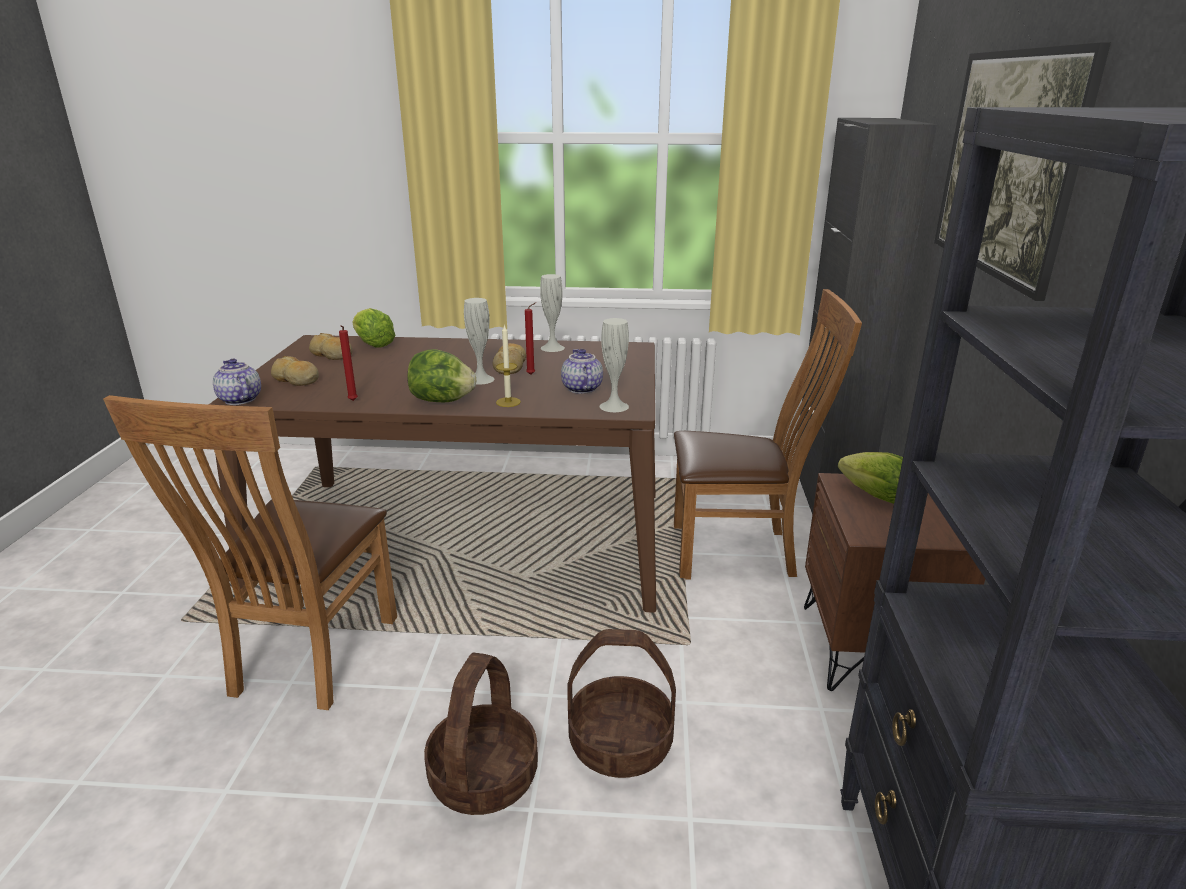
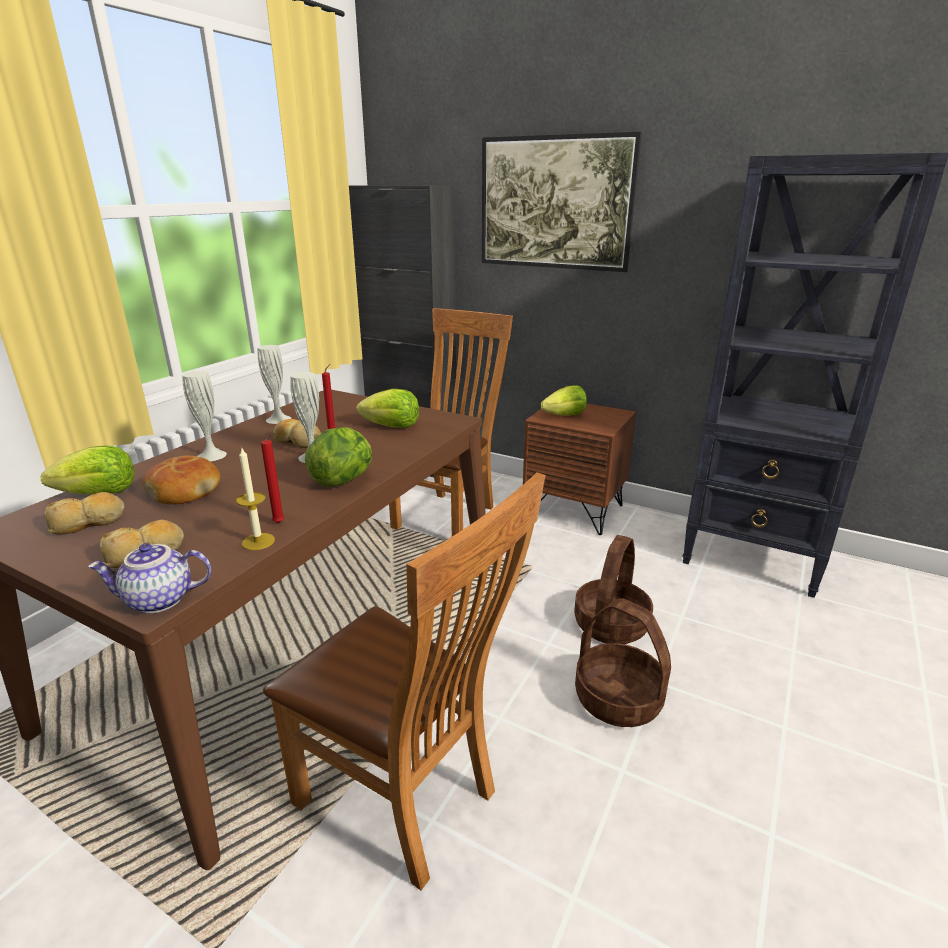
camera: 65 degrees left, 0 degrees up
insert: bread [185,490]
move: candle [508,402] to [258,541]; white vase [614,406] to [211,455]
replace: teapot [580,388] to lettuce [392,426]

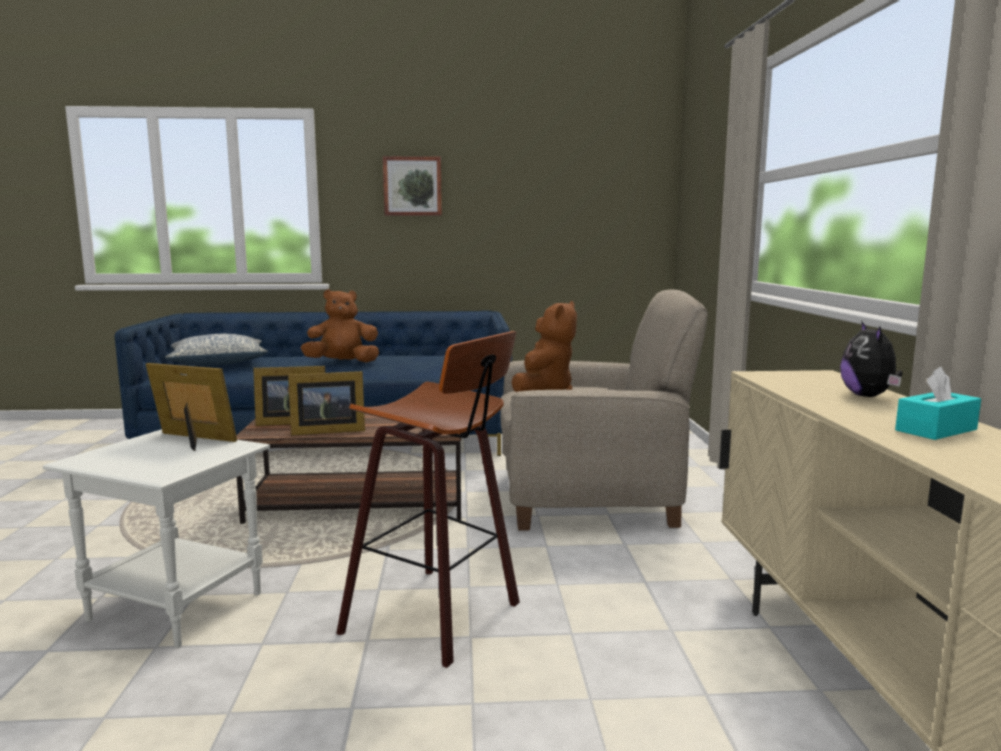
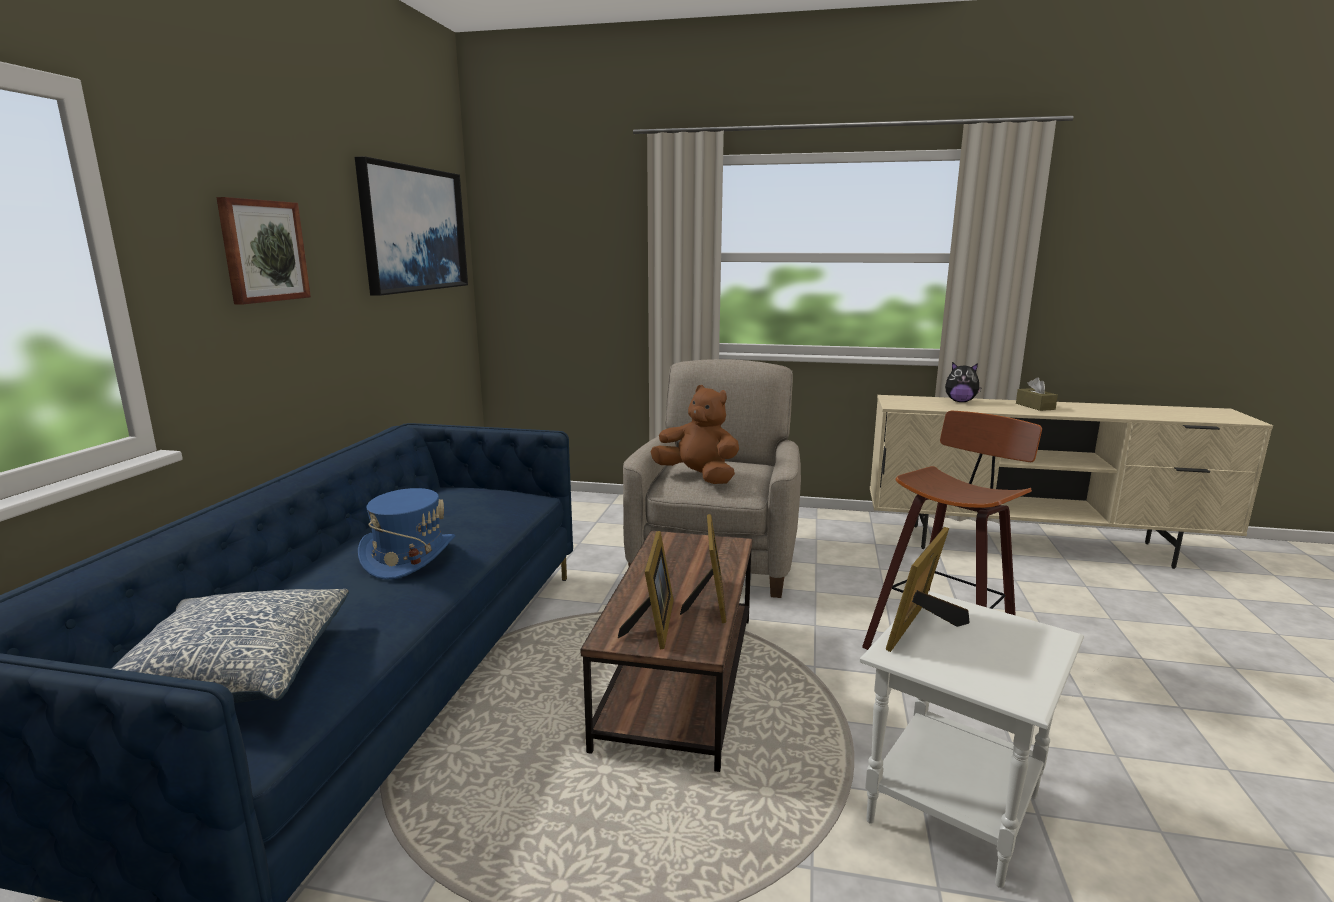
camera: 75 degrees left, 5 degrees up
insert: picture [414,229]
replace: brown plush toy [342,363] to blue hat [409,556]
recolor: turquoise tissue box [936,430] to brown tissue box [1035,406]

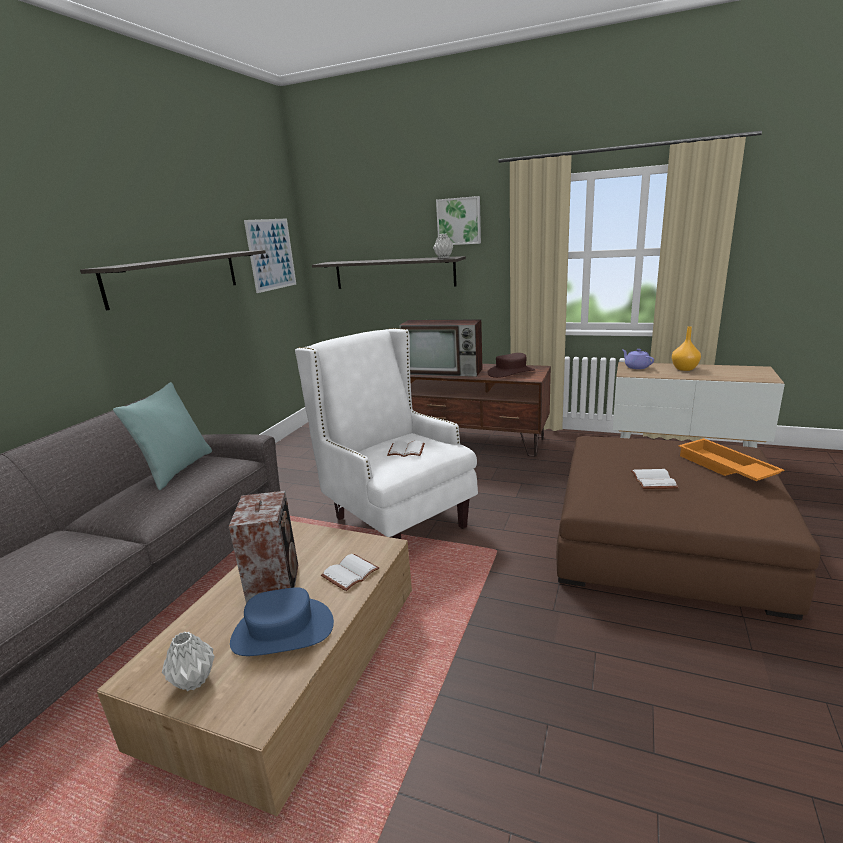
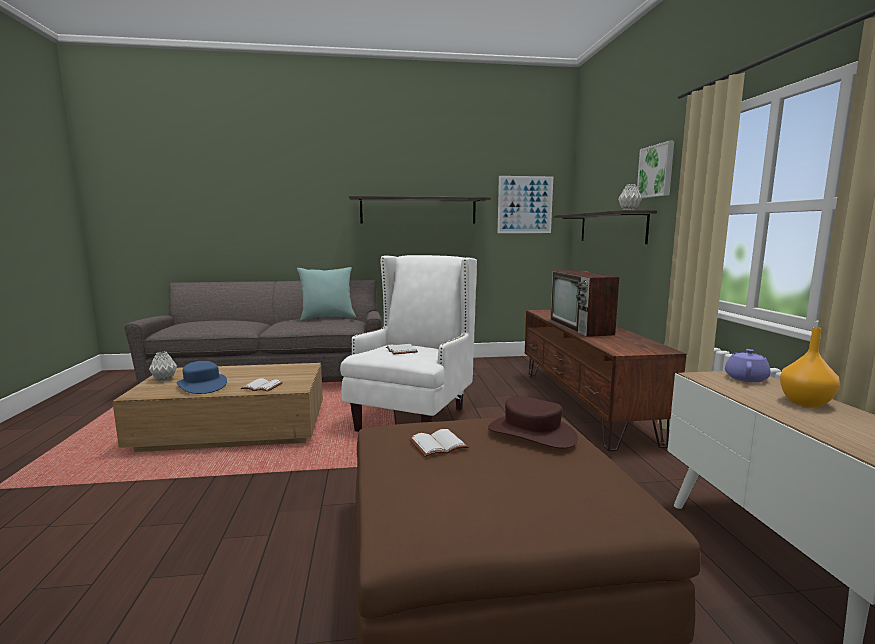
camera: 60 degrees right, 10 degrees down
delete: speaker [275,583]; orange tray [724,467]
move: brown hat [511,372] to [532,433]

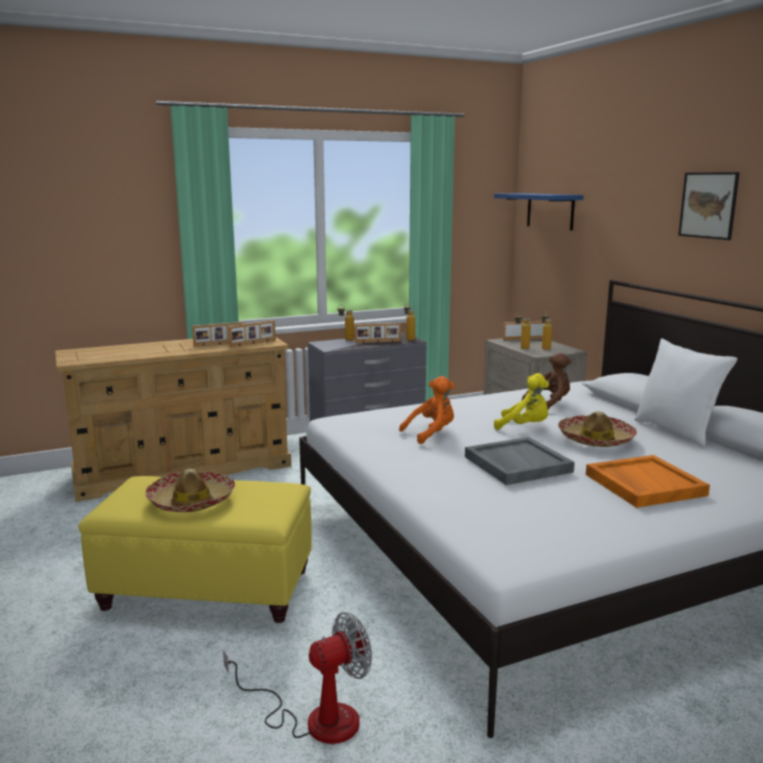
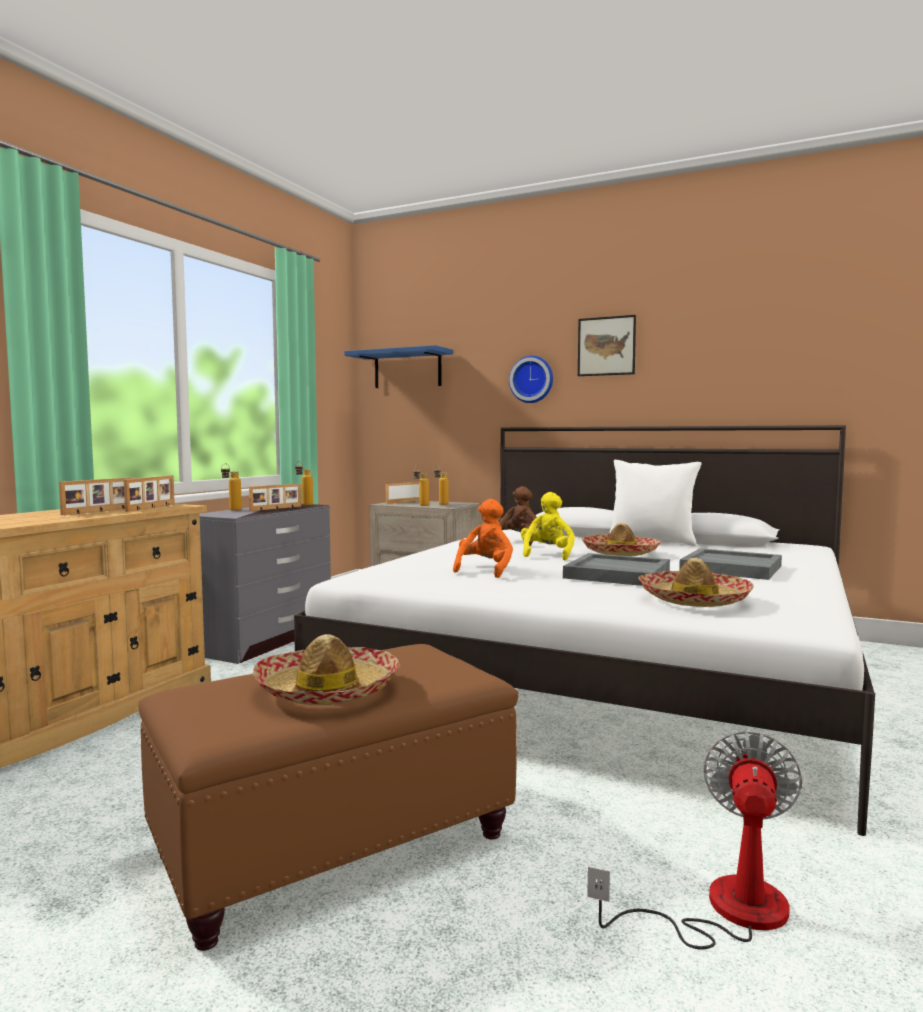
camera: 40 degrees left, 10 degrees down
insert: wall clock [532,379]; hat [693,600]
recolor: yellow ottoman [205,589] to brown ottoman [332,845]; orange tray [643,484] to grey tray [730,568]
rotate: yellow plush toy [524,427] = [547,555] 60 degrees counterclockwise

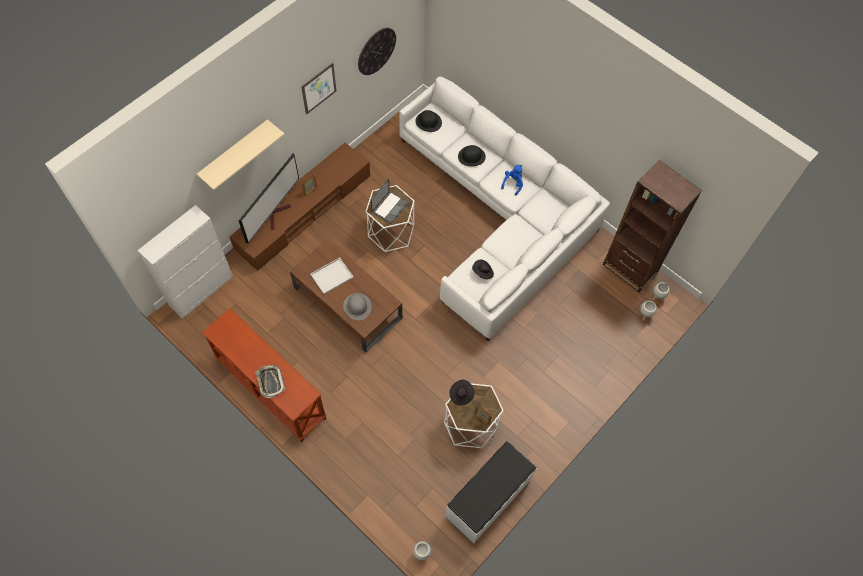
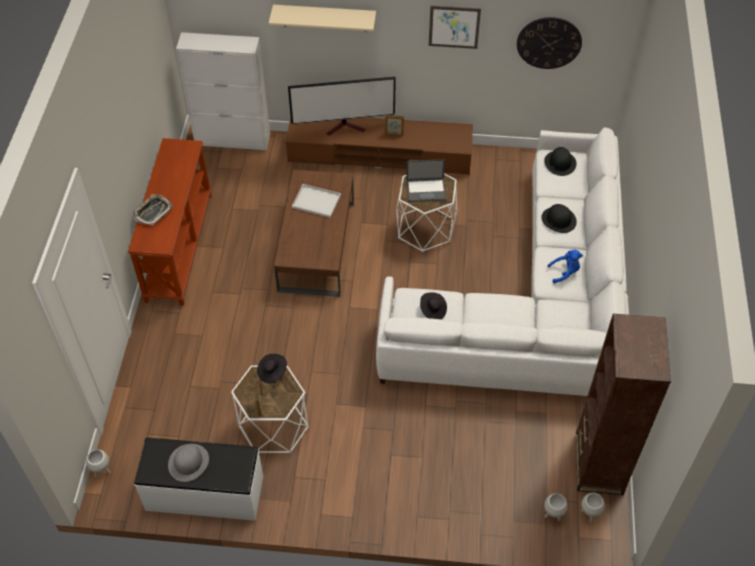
camera: 55 degrees right, 10 degrees down
move: grey hat [357,306] to [188,462]

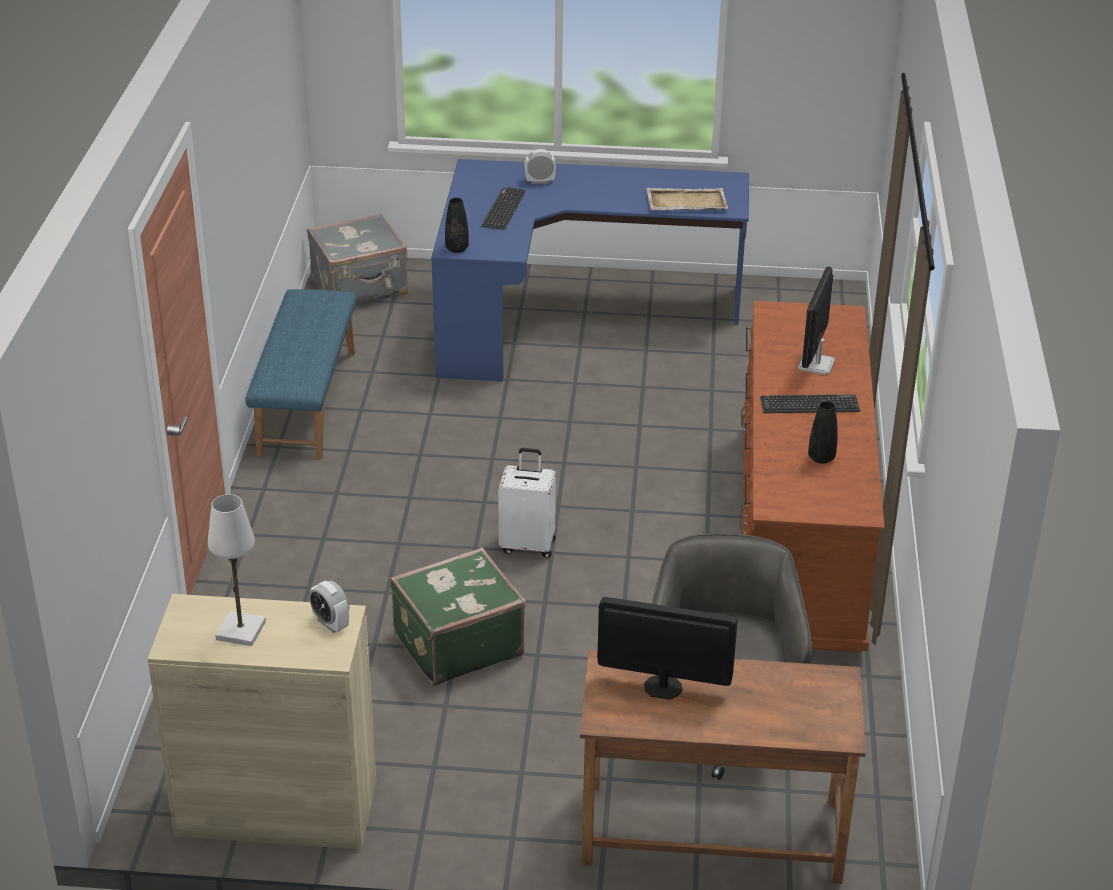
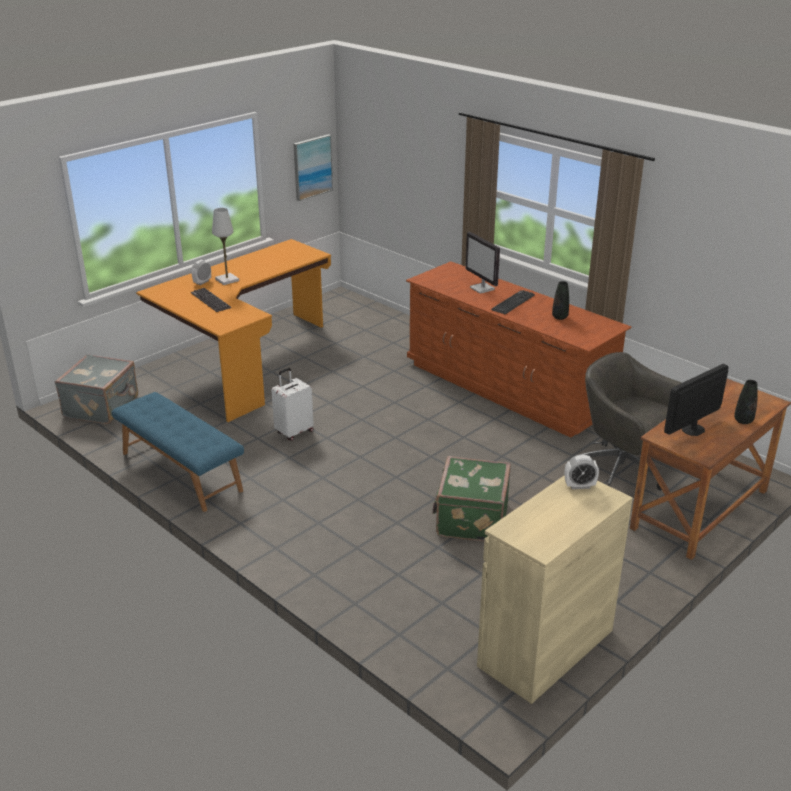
camera: 50 degrees left, 5 degrees down
delete: beige tray [686,202]
insert: picture [312,167]
move: white table lamp [241,630] to [227,280]; black vase [457,249] to [743,421]; white suitcase [528,545] to [294,432]
recolor: blue desk [571,317] to orange desk [242,362]

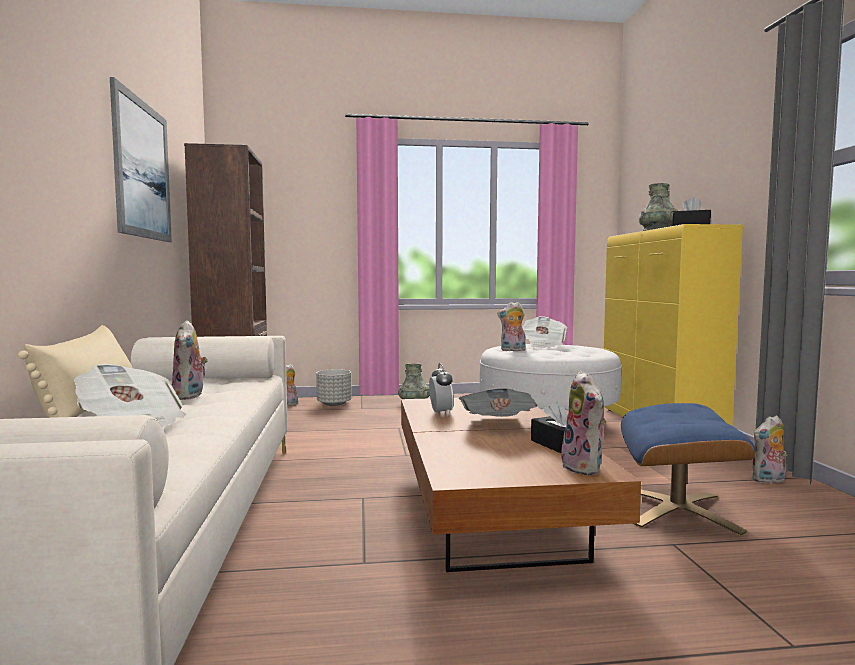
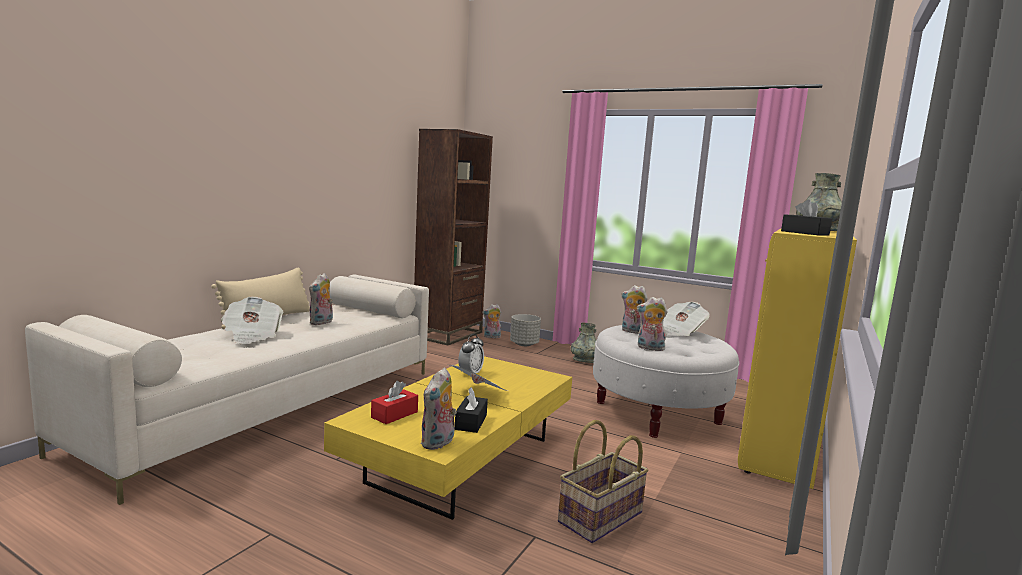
camera: 35 degrees right, 5 degrees up
delete: picture [142,170]
insert: red tissue box [394,414]
move: plush toy [769,480] to [649,348]
replace: blue ottoman [678,510] to basket [601,518]
recolor: brown coffee table [488,511] to yellow coffee table [461,459]

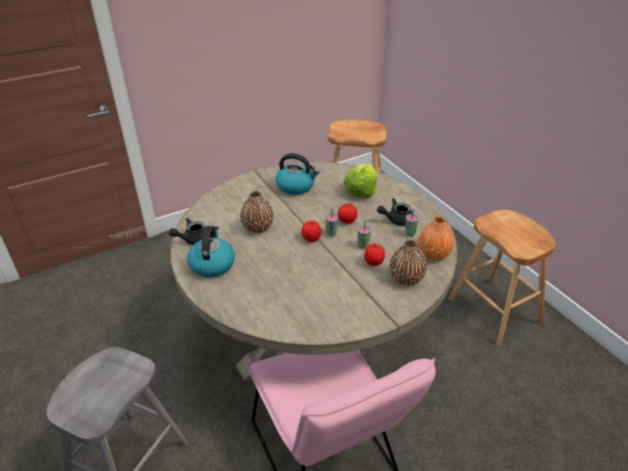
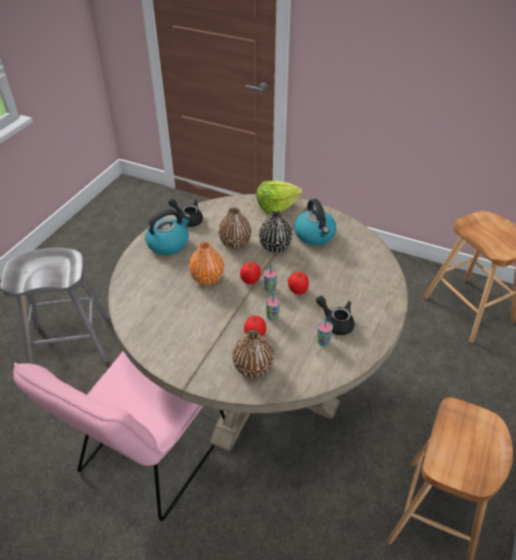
camera: 55 degrees right, 5 degrees up
insert: black vase [275,247]
move: lettuce [361,190] to [276,206]; orange vase [433,254] to [207,278]

